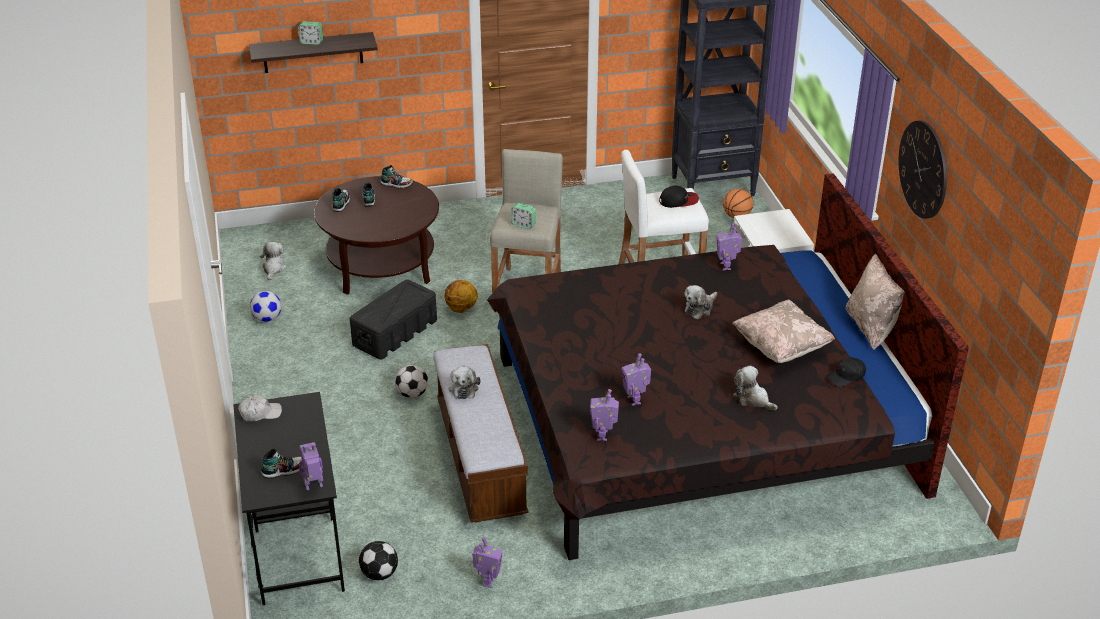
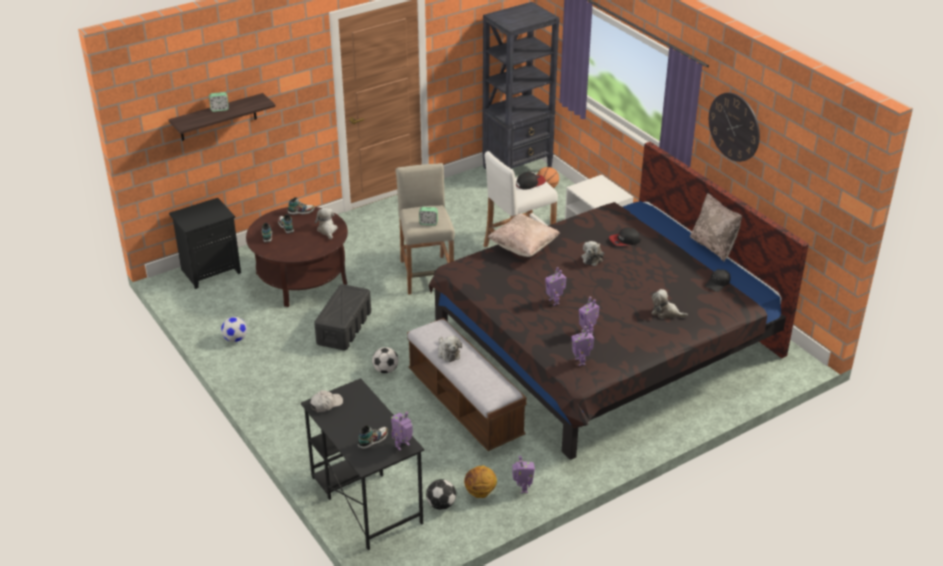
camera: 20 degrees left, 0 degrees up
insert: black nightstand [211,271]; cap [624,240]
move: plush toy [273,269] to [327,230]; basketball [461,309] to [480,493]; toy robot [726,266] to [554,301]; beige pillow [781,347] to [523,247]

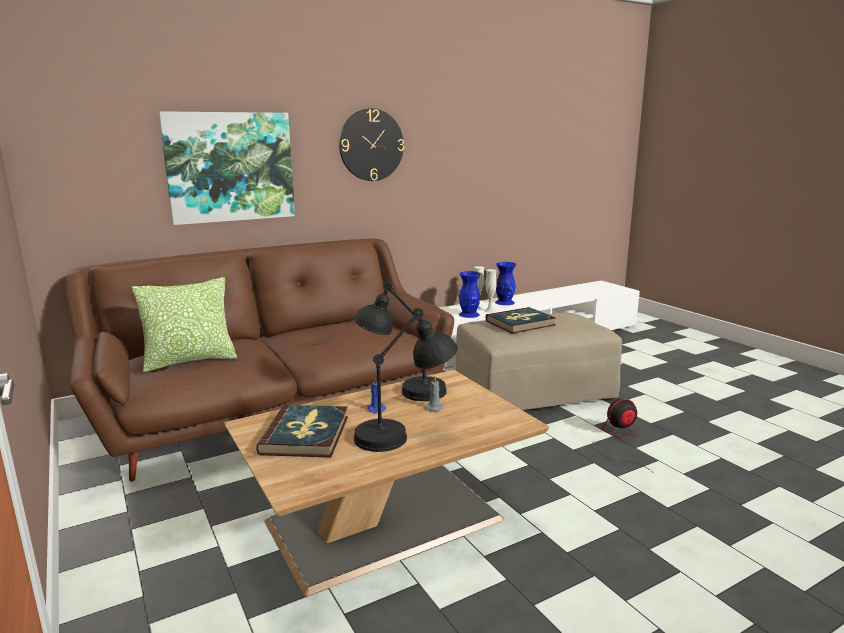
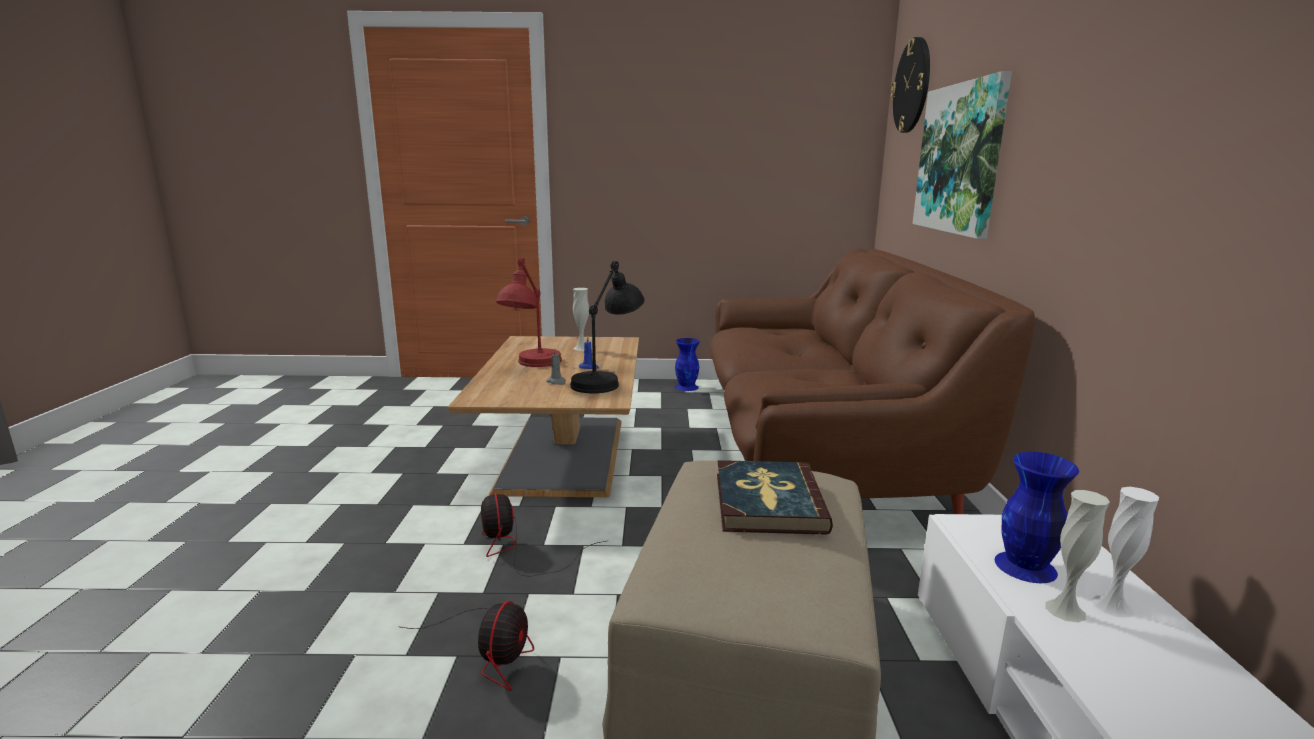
camera: 120 degrees right, 0 degrees up
delete: pillow [190,361]
insert: fan [519,550]
move: wall clock [371,145] to [912,86]; blue vase [504,302] to [687,387]
replace: book [306,435] to white vase [581,348]
recolor: black table lamp [404,434] to red table lamp [532,366]

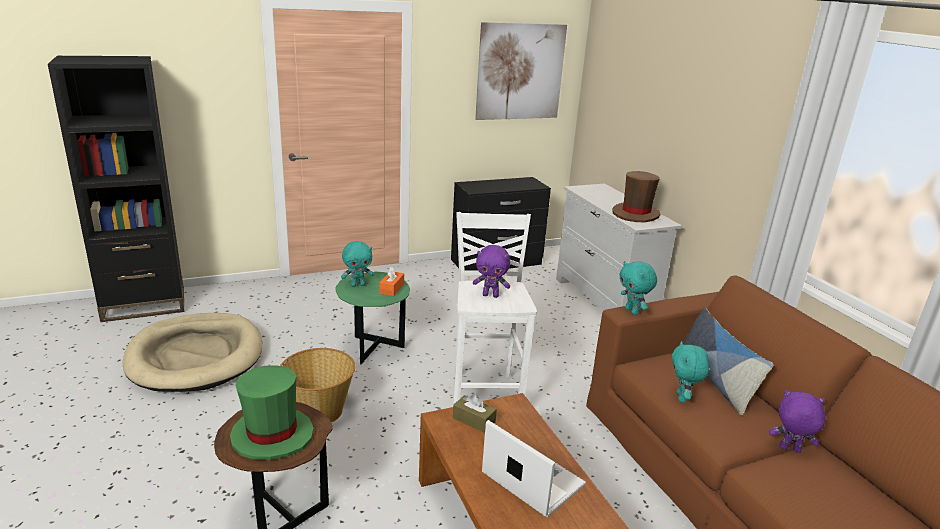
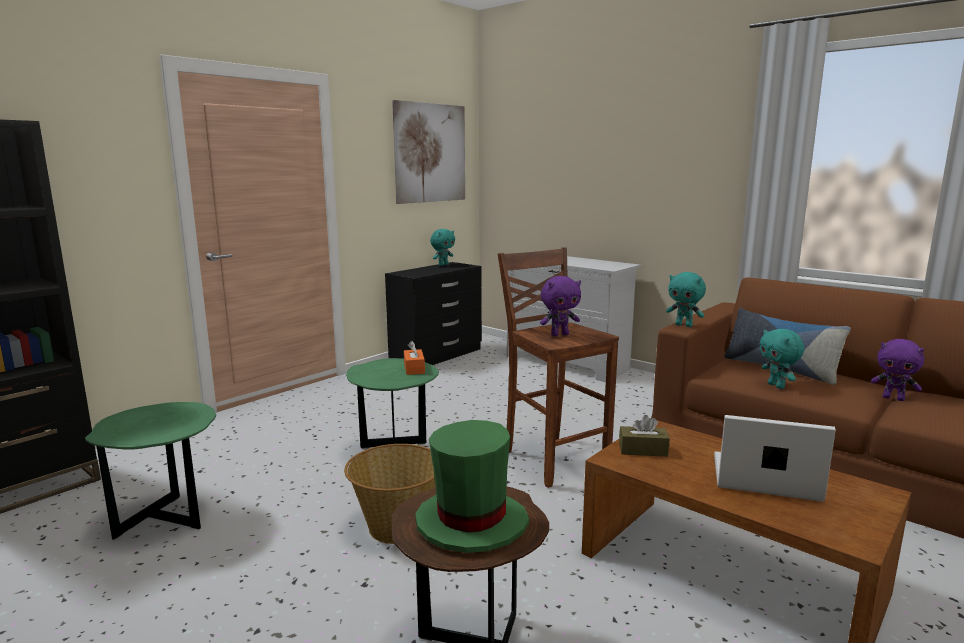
camera: 25 degrees left, 10 degrees down
delete: brown hat [635,214]
move: turquoise plush toy [358,285] to [443,265]
replace: beige dog bed [196,356] to green side table [168,521]
recolor: white stool [485,394] to brown stool [553,459]
rotate: purple plush toy [789,449] = [893,398] 135 degrees counterclockwise

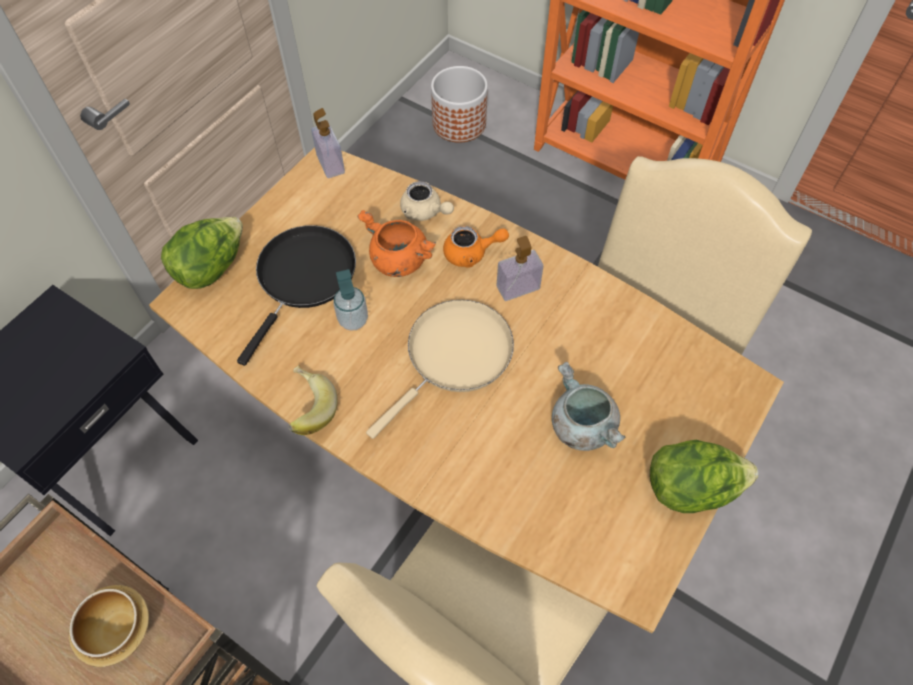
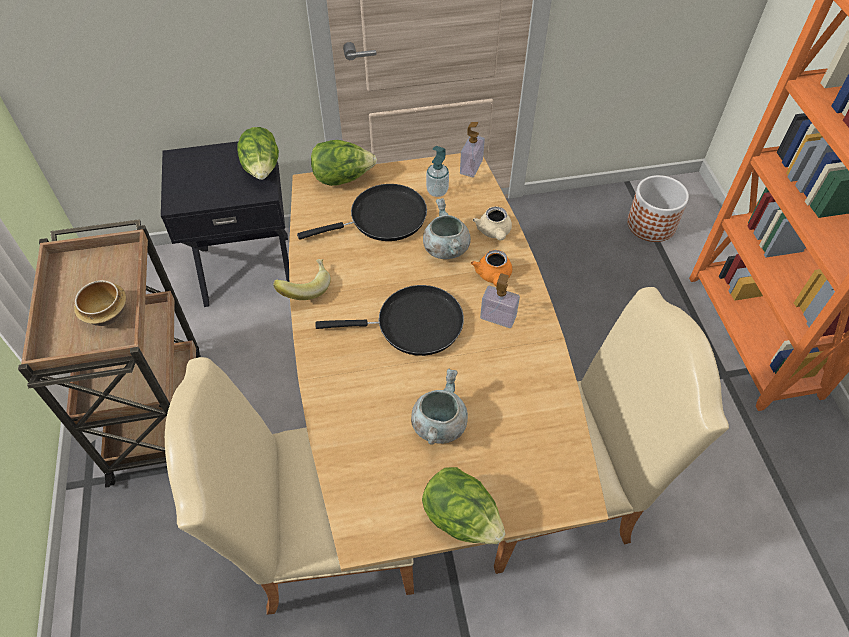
camera: 45 degrees right, 5 degrees down
insert: lettuce [262,169]
move: soap dispenser [353,320] to [437,191]
recolor: orange cooking pot [398,260] to grey cooking pot [445,248]; beige frying pan [454,356] to black frying pan [413,324]
rotate: orange teapot [471,254] = [493,276] 45 degrees clockwise

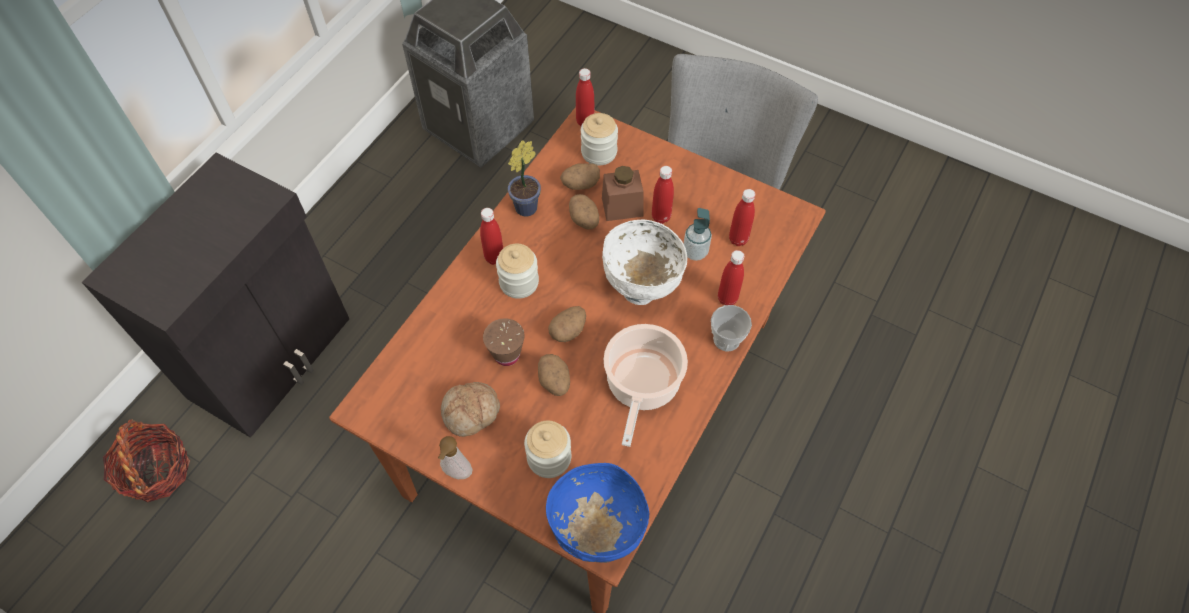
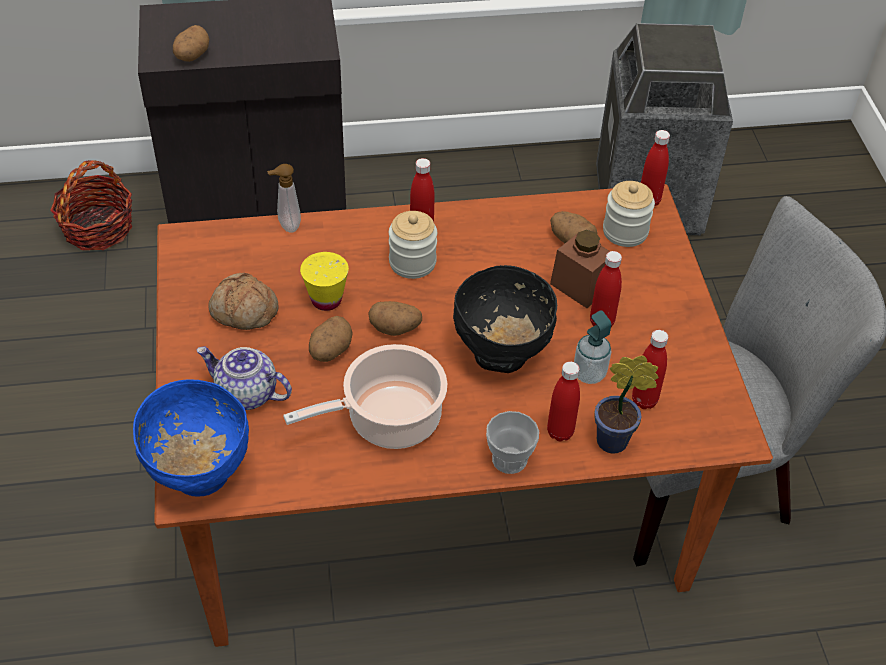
camera: 50 degrees right, 10 degrees down
move: soap dispenser [456,474] to [287,226]; potted plant [528,206] to [616,441]; potato [584,220] to [191,56]
replace: jar [549,458] to teapot [246,394]
recolor: brown cup [507,355] to yellow cup [326,300]; white bowl [641,287] to black bowl [501,355]

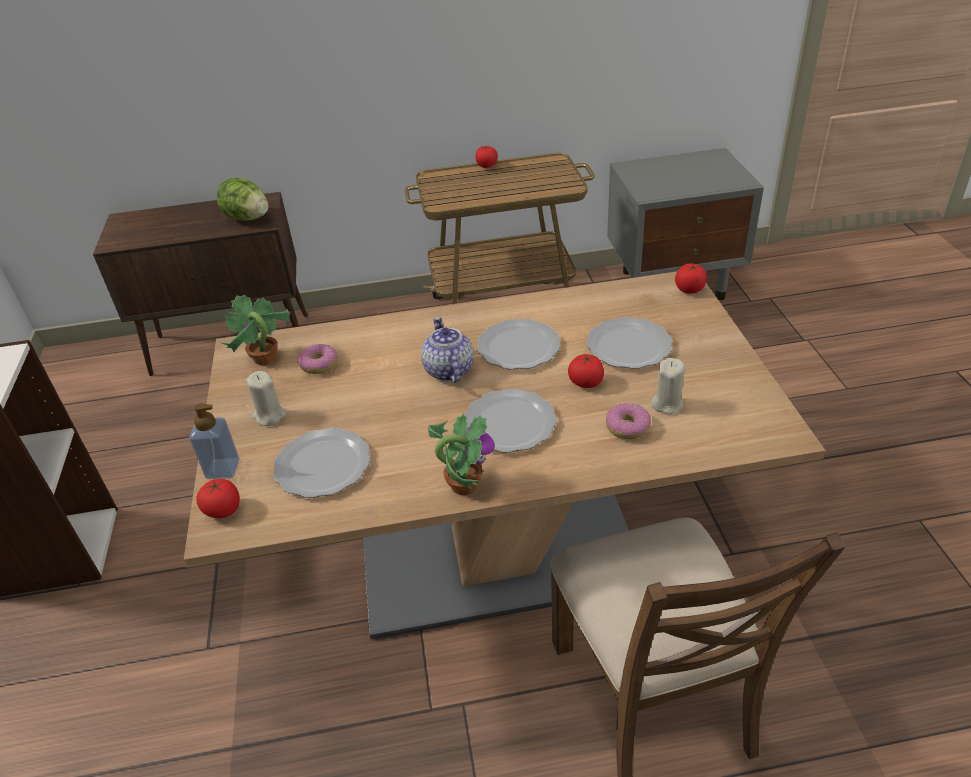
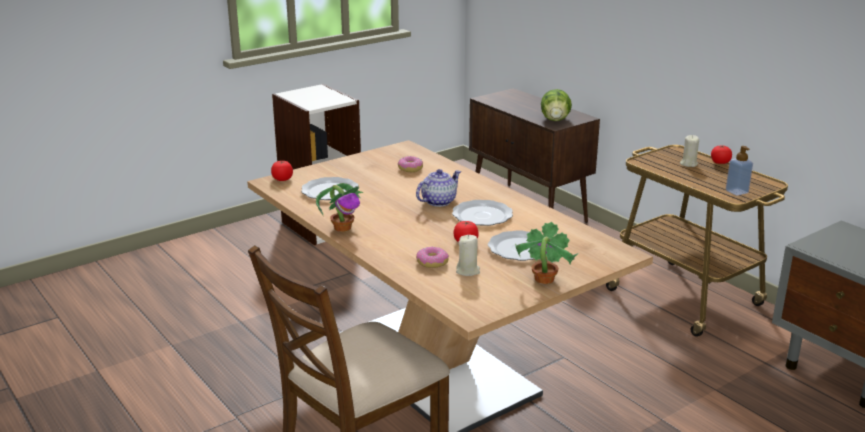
camera: 60 degrees right, 15 degrees down
delete: plate [508,423]; tomato [689,289]
move: soap dispenser [223,469] to [736,191]; potted plant [264,359] to [543,279]; beige candle [269,416] to [688,164]

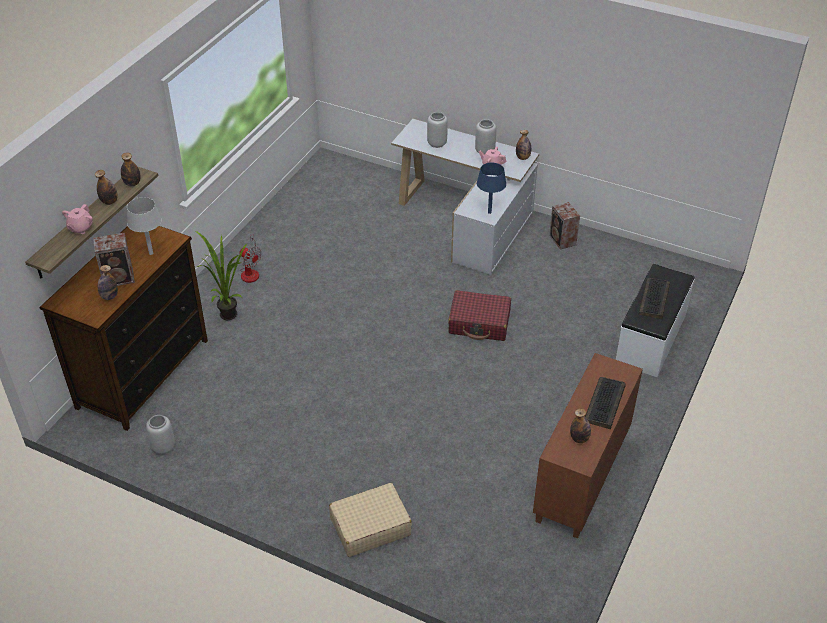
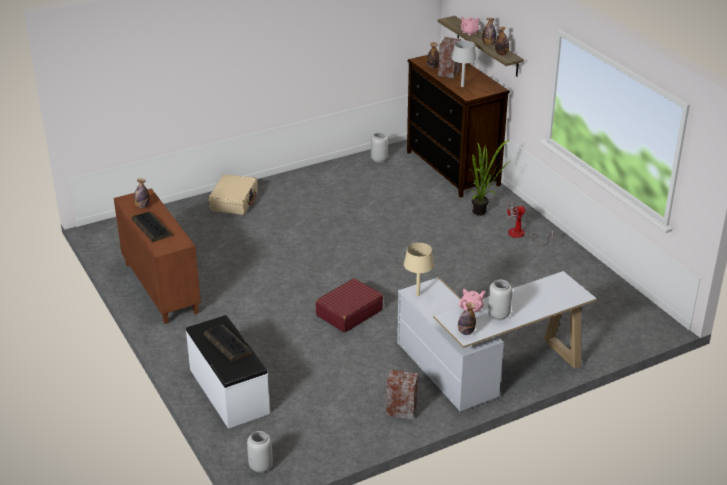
camera: 125 degrees right, 10 degrees down
move: grey vase [436,143] to [261,466]
recolor: blue table lamp [489,212] to beige table lamp [417,295]

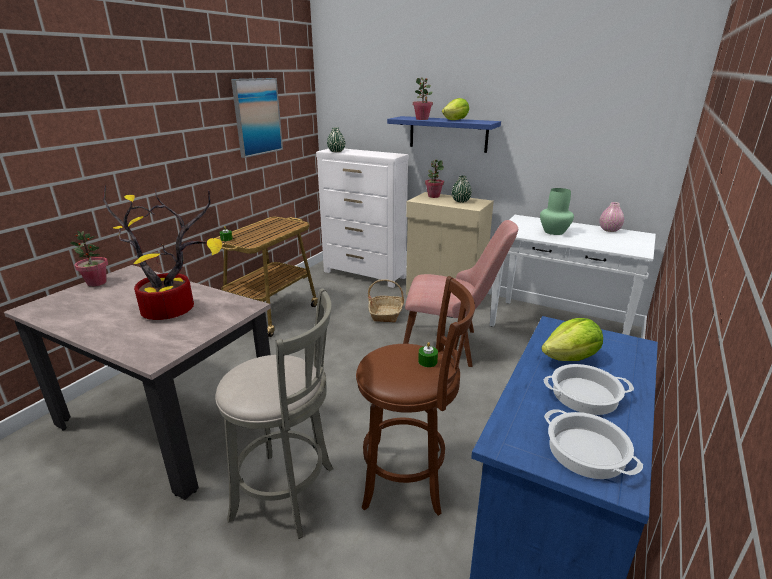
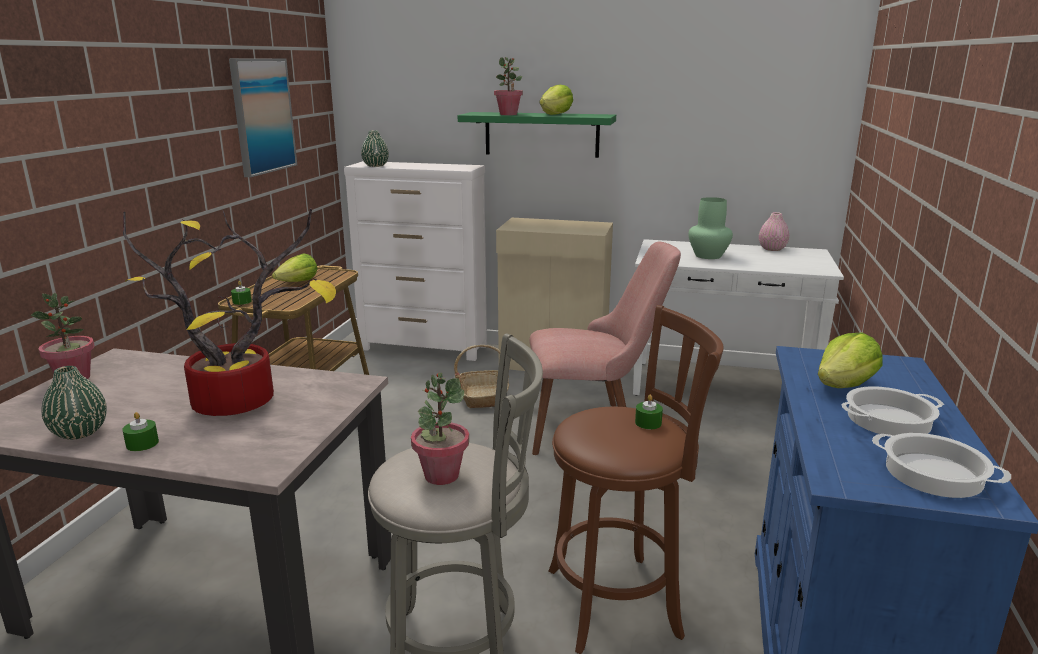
camera: 15 degrees left, 5 degrees down
insert: green candle [142,443]; lettuce [298,283]
move: potted plant [433,196] to [441,475]; green vase [460,201] to [79,432]
recolor: blue shelf [448,134] to green shelf [541,134]

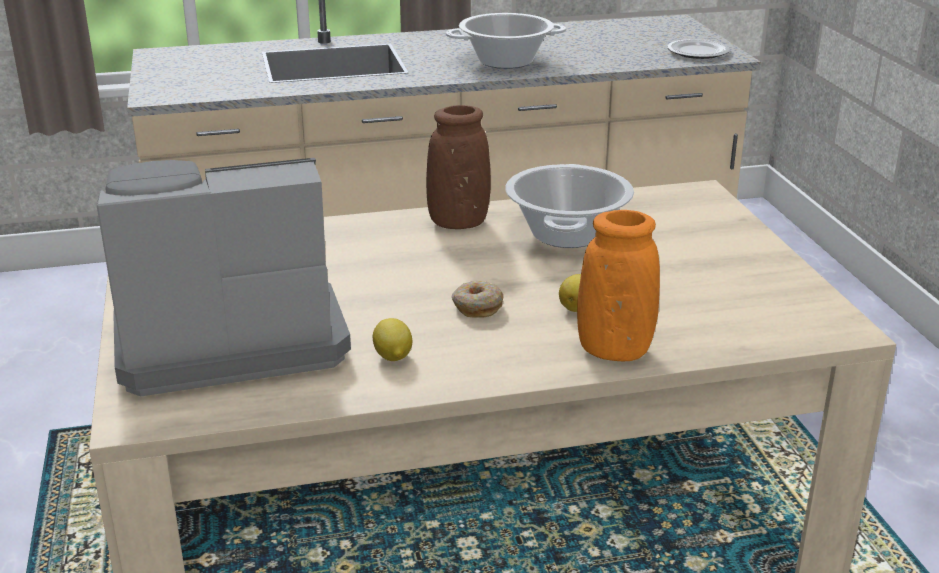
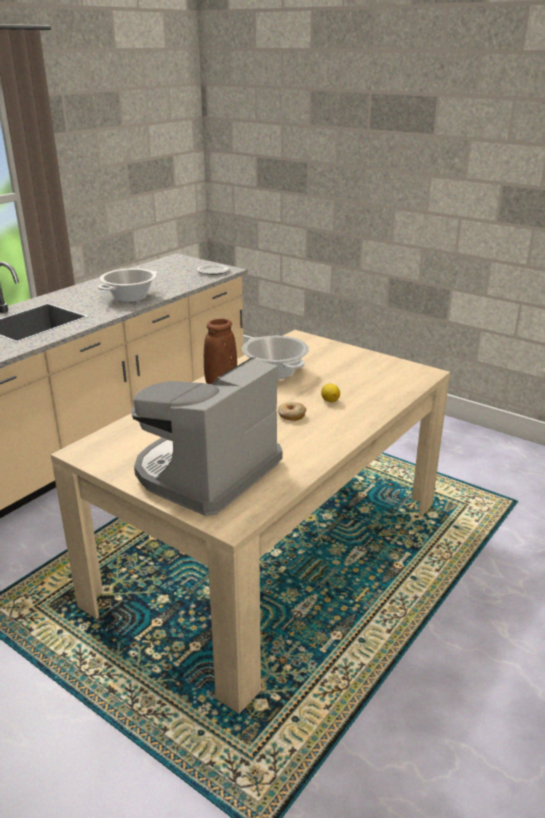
camera: 40 degrees left, 0 degrees up
delete: lemon [393,357]; orange vase [614,350]

